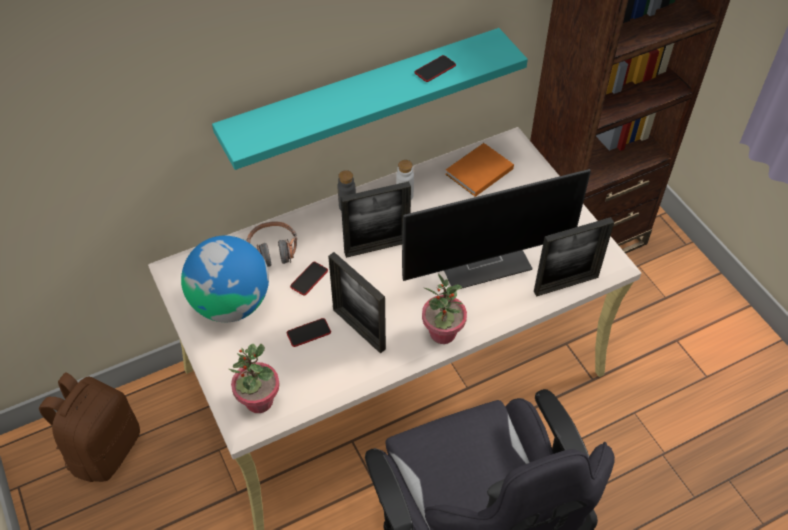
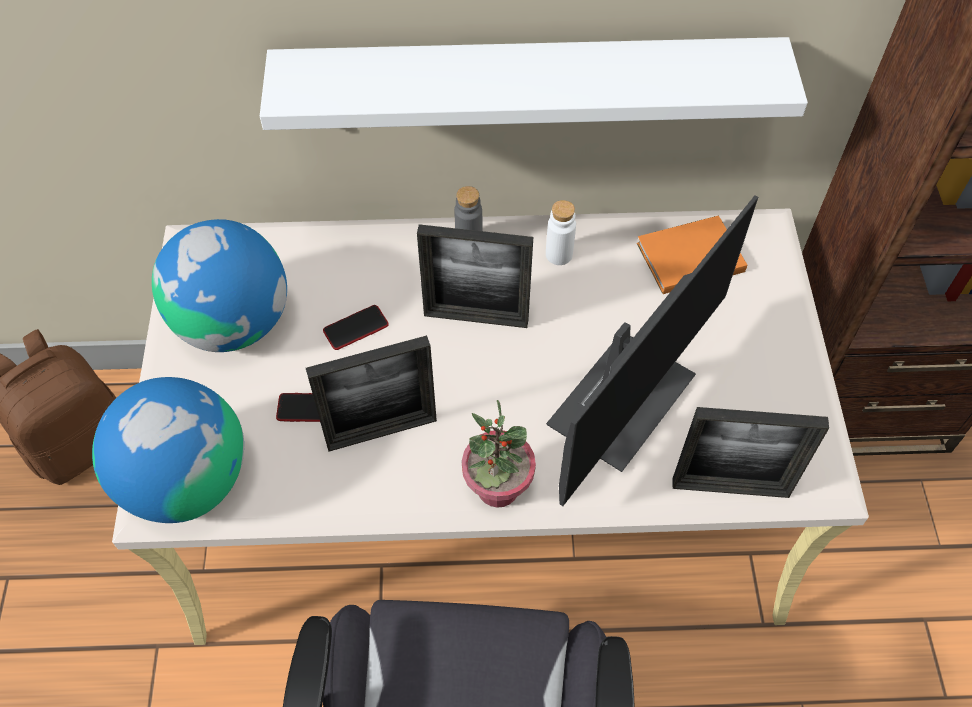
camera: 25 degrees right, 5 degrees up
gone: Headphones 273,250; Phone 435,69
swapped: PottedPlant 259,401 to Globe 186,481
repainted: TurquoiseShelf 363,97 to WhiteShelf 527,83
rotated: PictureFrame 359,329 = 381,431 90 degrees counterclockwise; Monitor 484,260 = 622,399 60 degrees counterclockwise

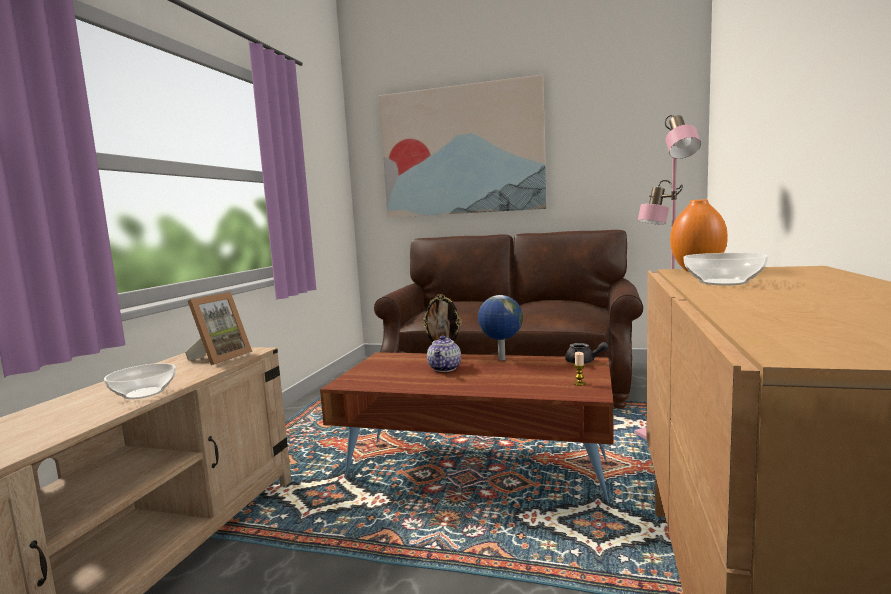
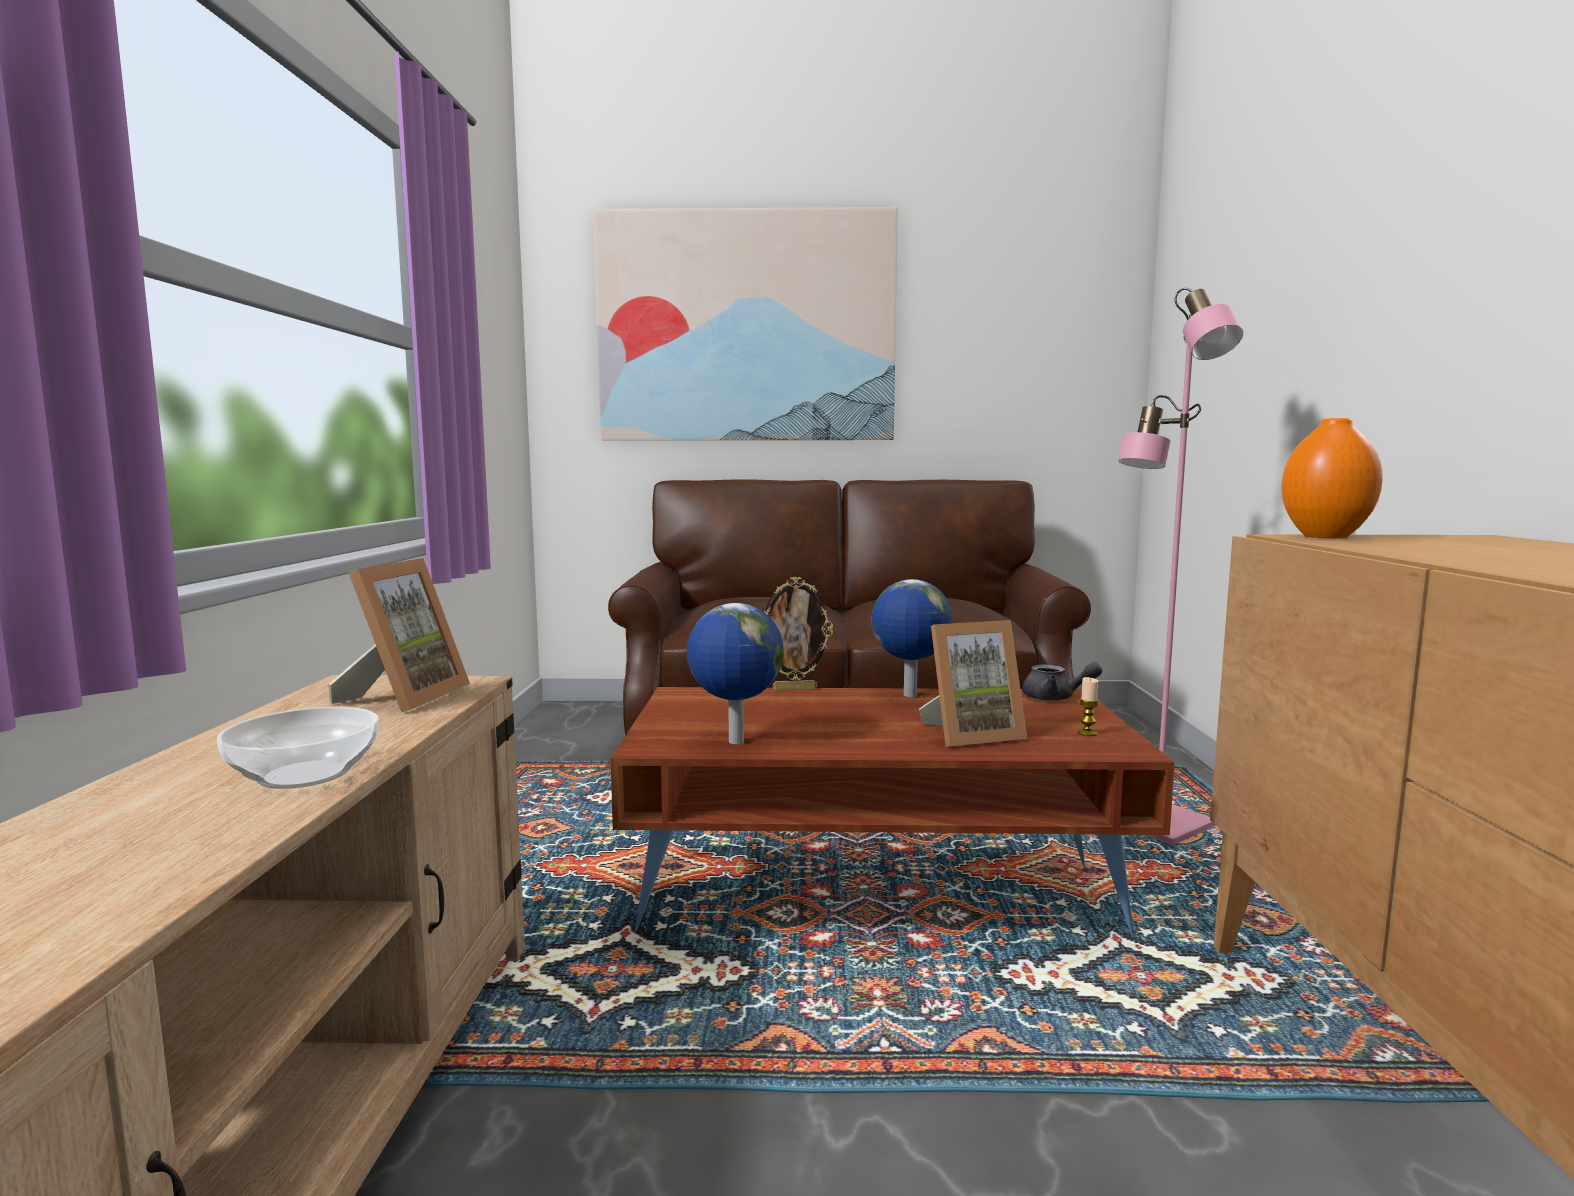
camera: 15 degrees left, 0 degrees up
gone: Teapot 445,368; Bowl 724,282
new: Globe 735,742; PictureFrame 970,734

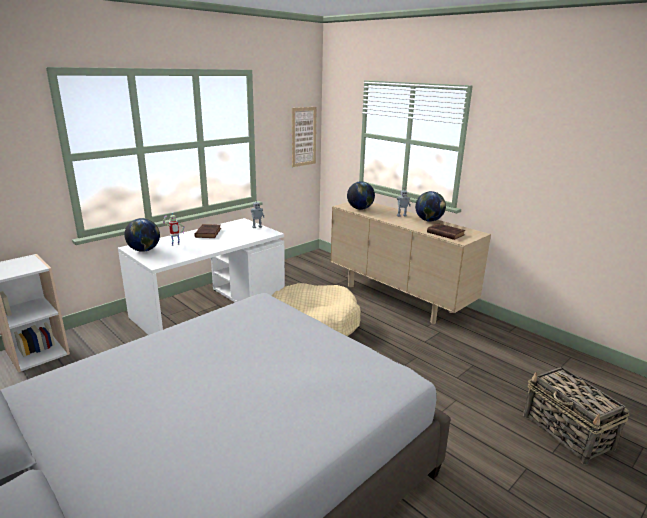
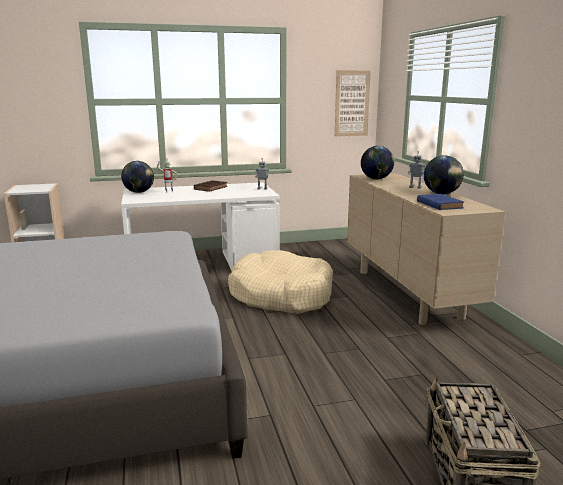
camera: 30 degrees right, 5 degrees down
repainted: BrownBook 444,233 to BlueBook 438,204

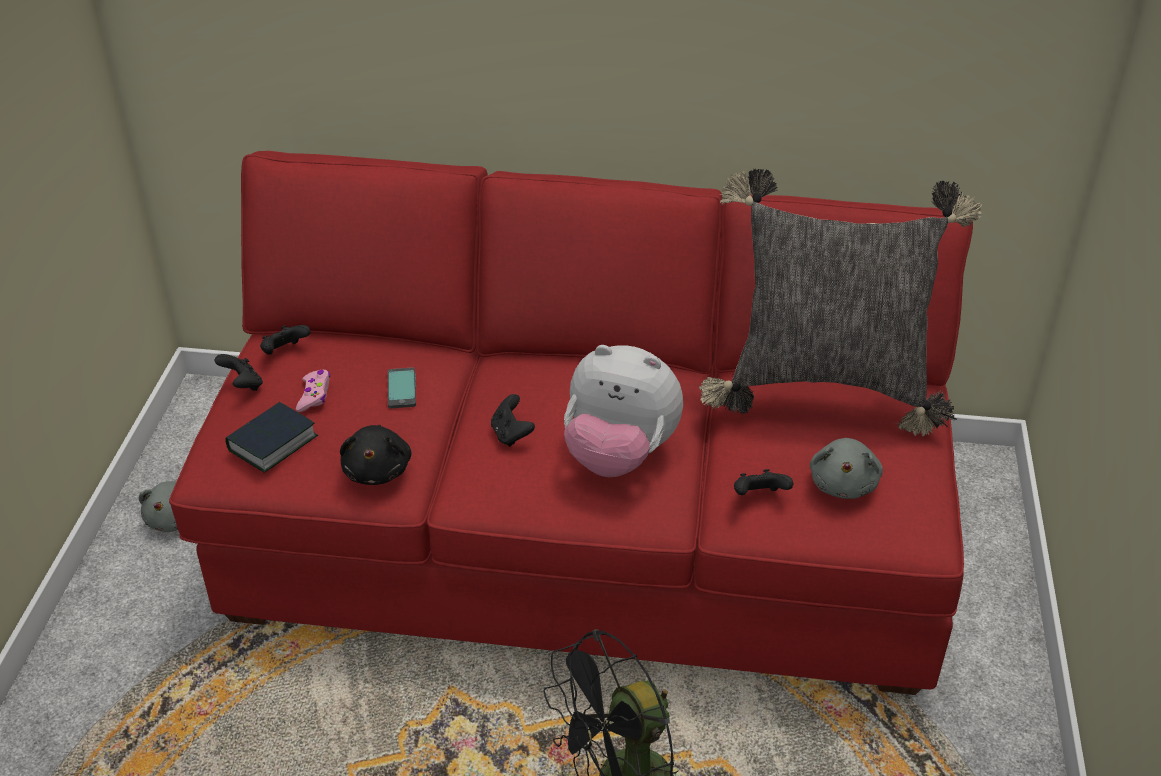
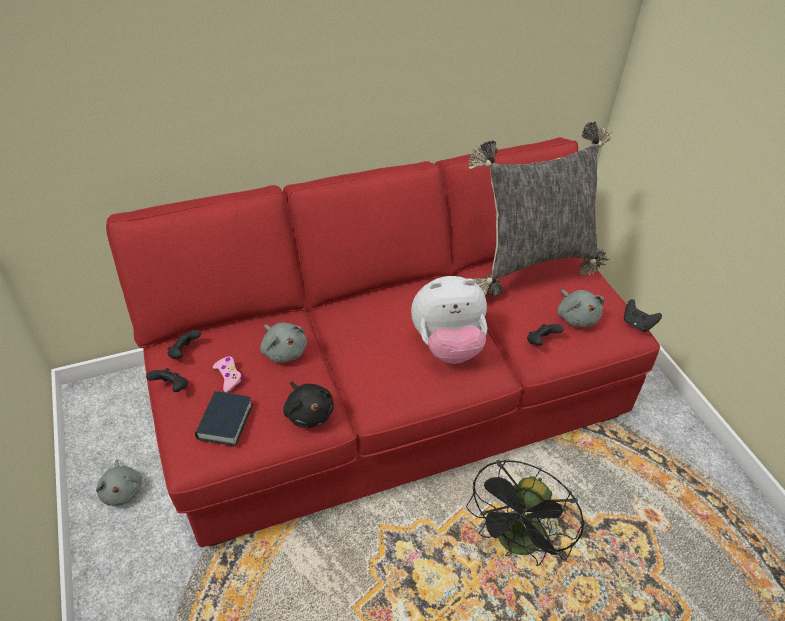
camera: 30 degrees left, 5 degrees up
shifted: BlackGameController 511,434 to 637,324
swapped: Phone 402,389 to GreyPlushToy 283,350

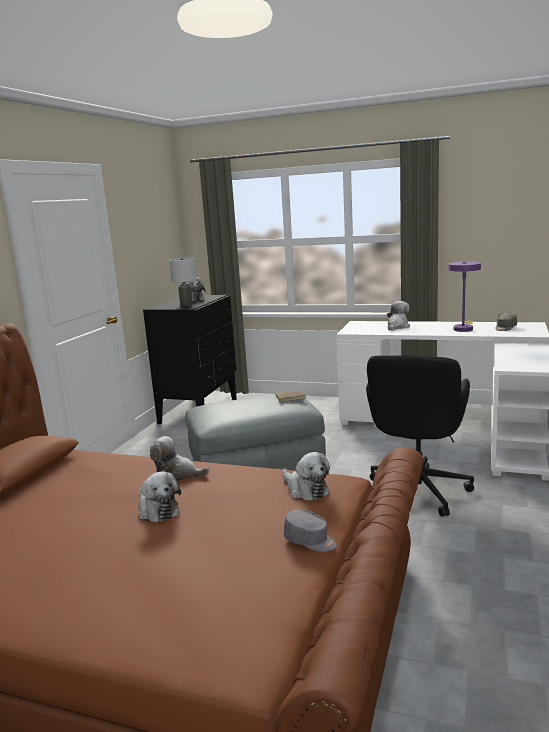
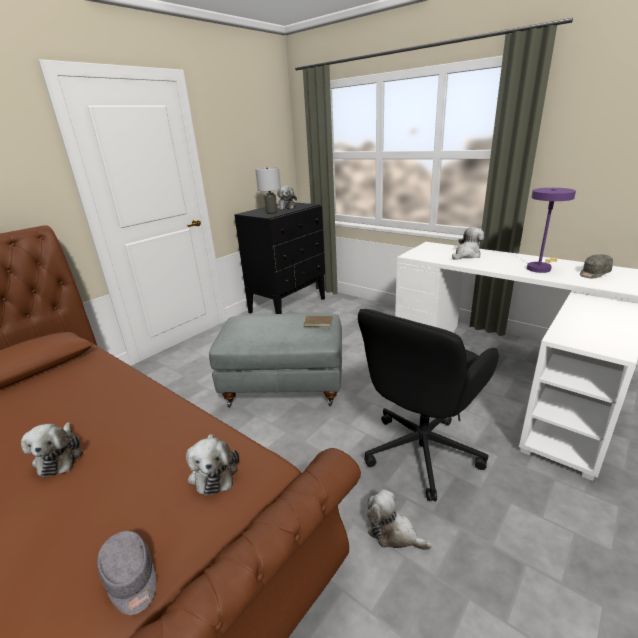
camera: 20 degrees right, 10 degrees up
shifted: PlushToy 177,475 to 393,533

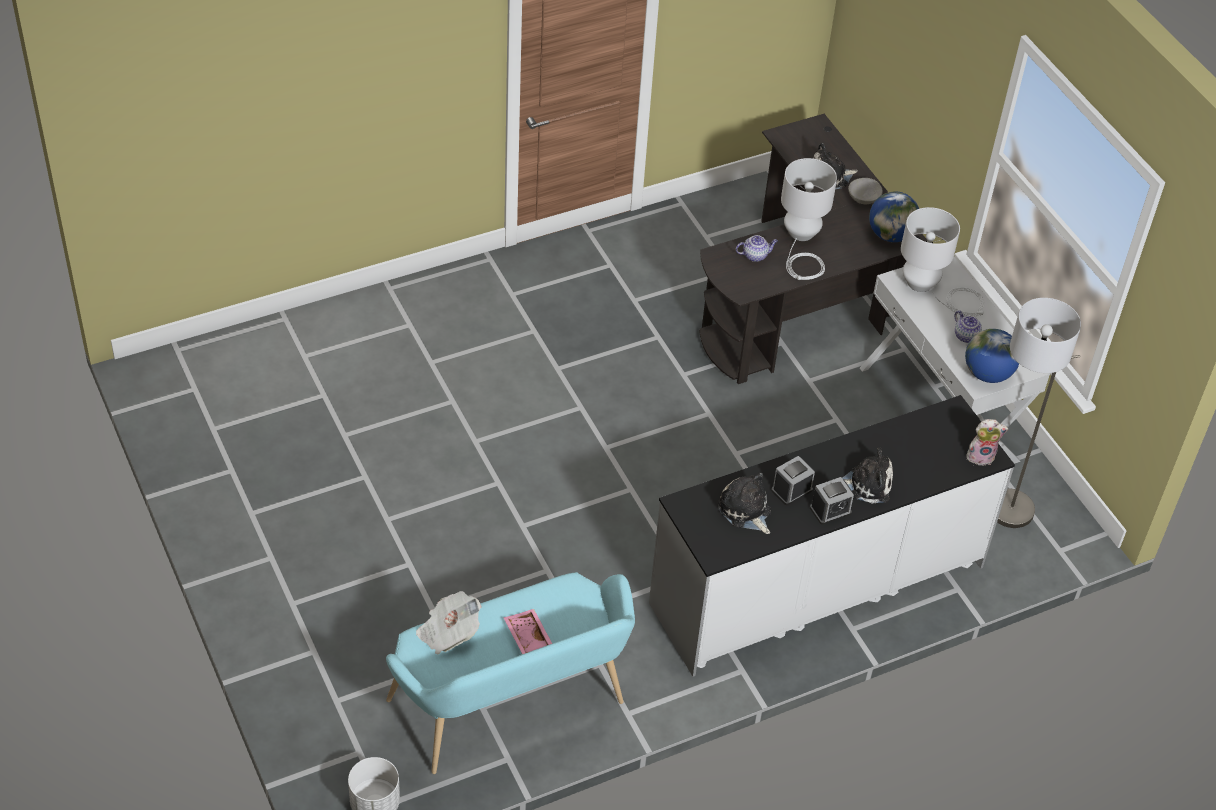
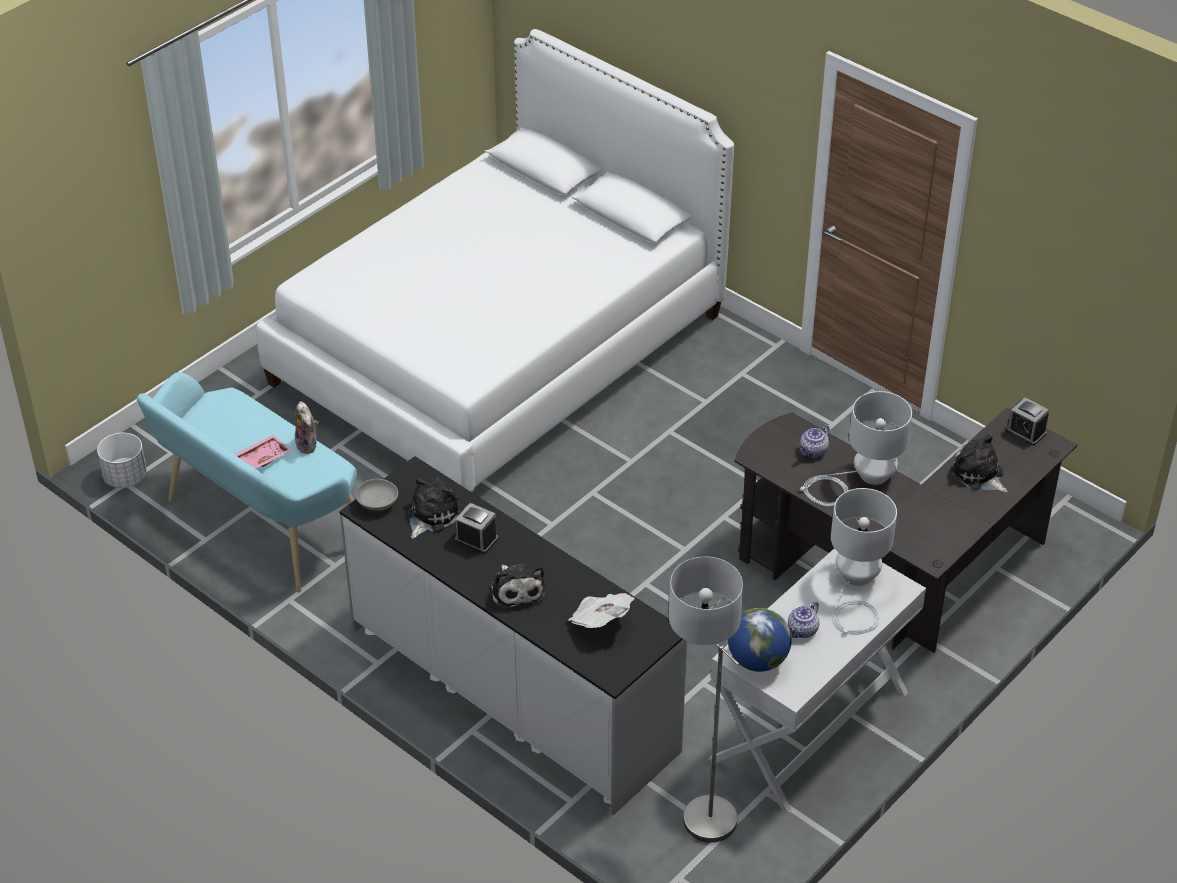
camera: 70 degrees right, 5 degrees down
gone: Globe 890,235
new: WhiteBed 499,348
shifted: Newspaper 448,632 to 600,620; AlarmClock 830,510 to 1025,432; GreyBowl 863,198 to 377,503; PlushToy 981,456 to 308,445
rotated: Teapot 755,255 = 813,451 75 degrees clockwise

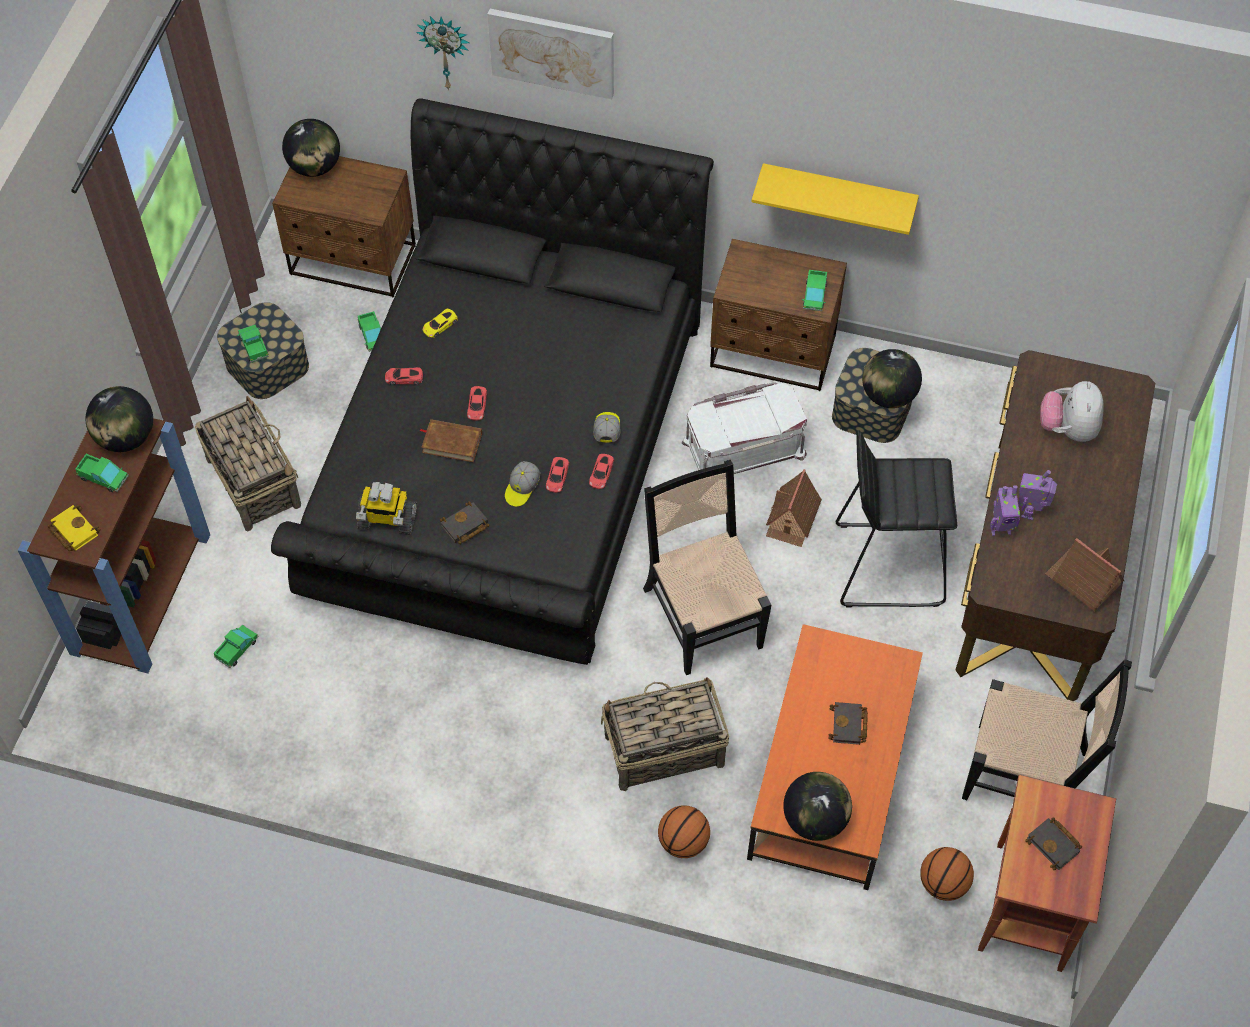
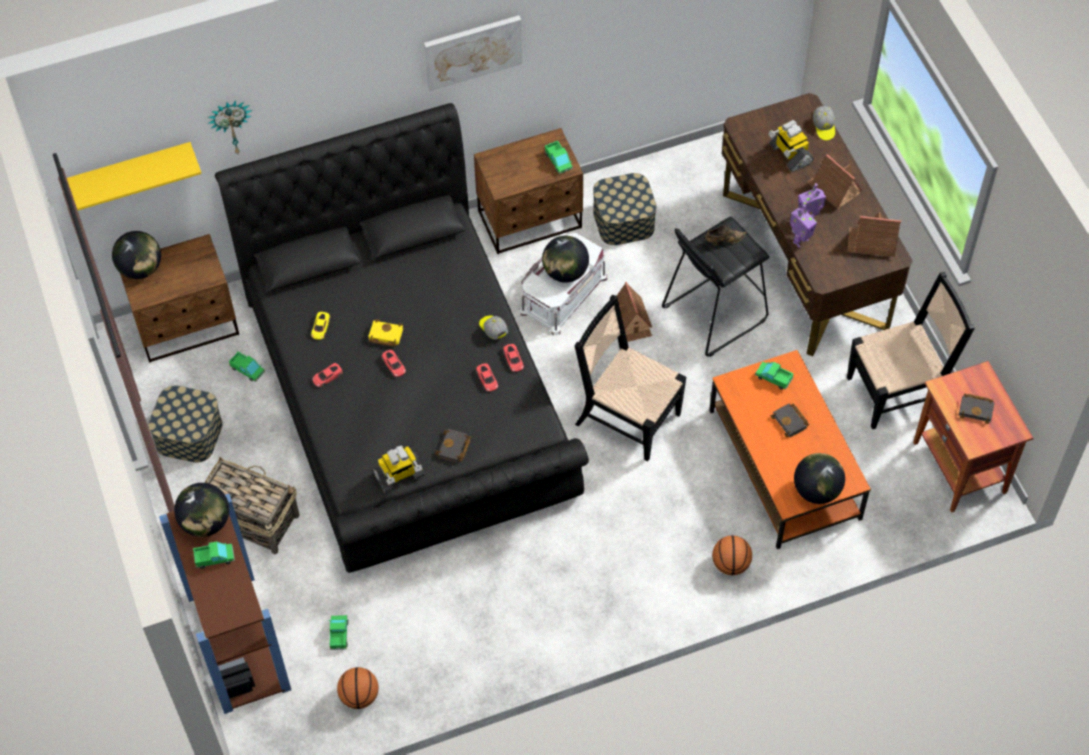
camera: 35 degrees left, 0 degrees up
gone: BrownBook 452,442; Basket 662,750
new: BrownShoe 723,241; ToyHouse 833,189
shifted: YellowBook 72,530 to 384,335; ToyTruck 254,346 to 773,378; Picture 552,51 to 472,51; Cap 522,488 to 824,127; YellowShelf 838,195 to 130,172; Globe 888,395 to 565,272; Basketball 943,883 to 359,696
swapped: PlushToy 1068,429 to ToyRobot 789,154

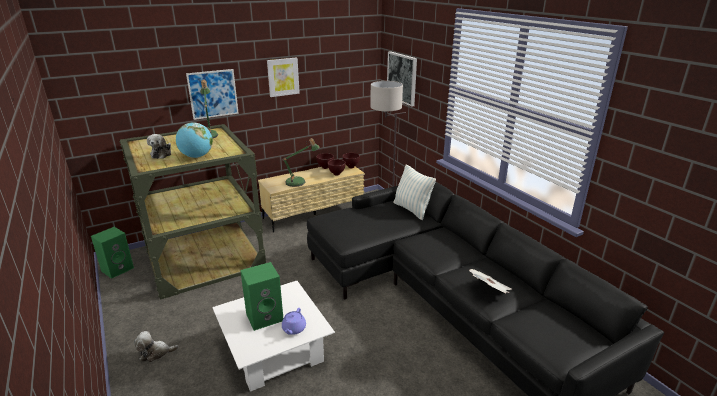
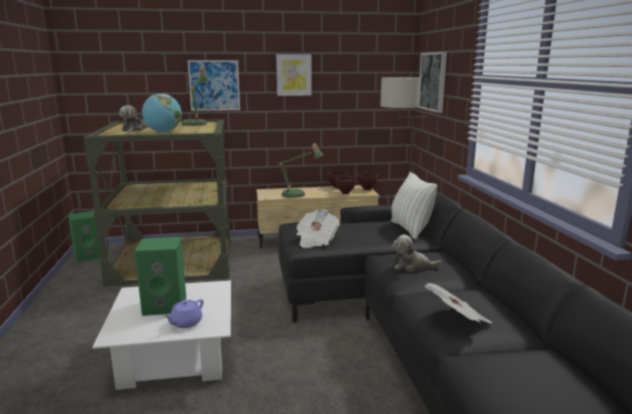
camera: 20 degrees right, 10 degrees down
new: Newspaper 316,240
shifted: PlushToy 155,353 to 412,266

